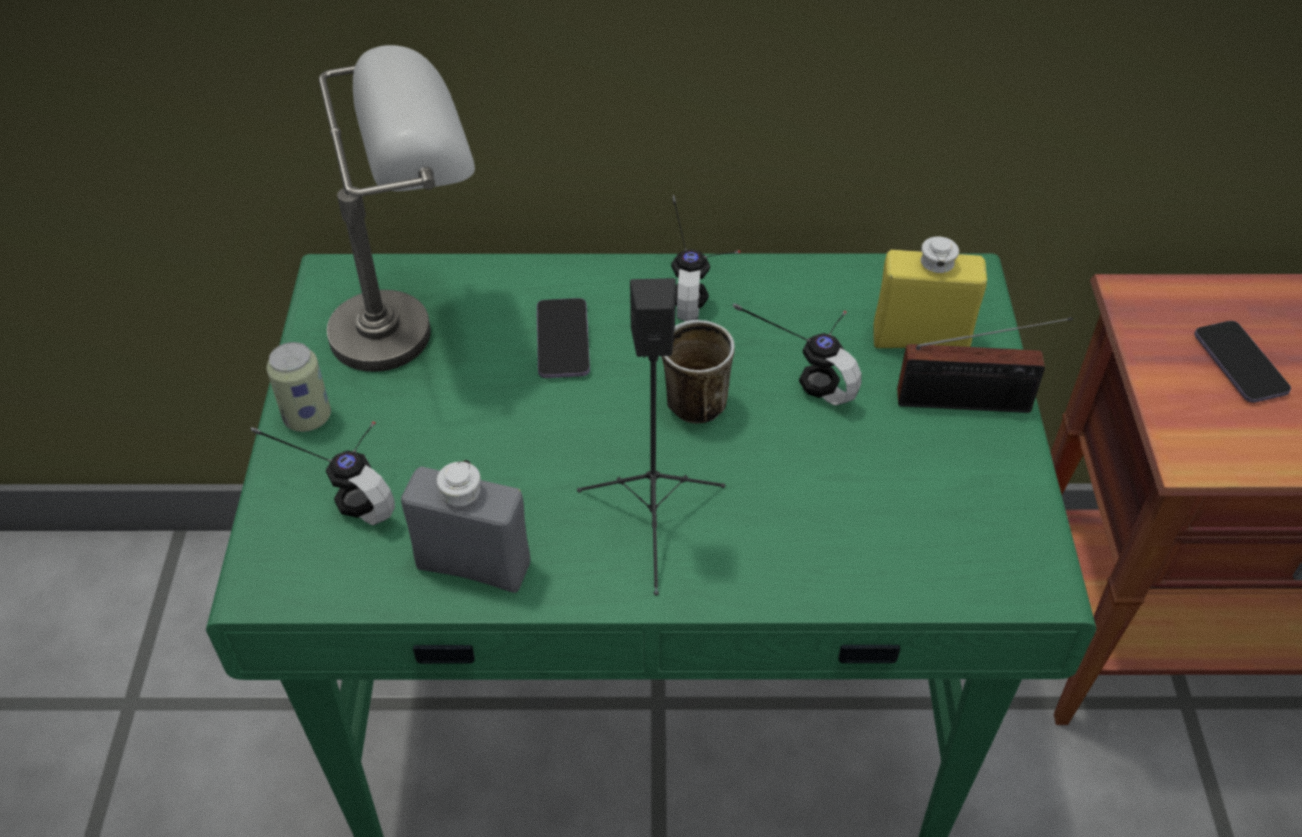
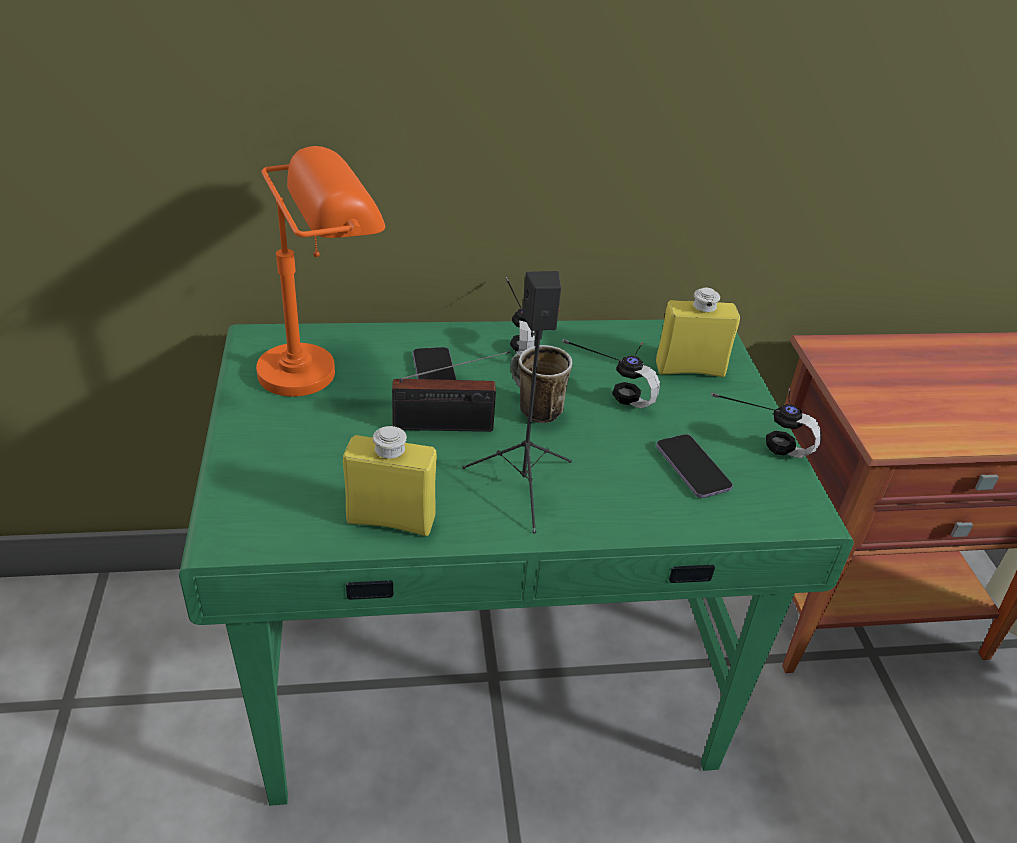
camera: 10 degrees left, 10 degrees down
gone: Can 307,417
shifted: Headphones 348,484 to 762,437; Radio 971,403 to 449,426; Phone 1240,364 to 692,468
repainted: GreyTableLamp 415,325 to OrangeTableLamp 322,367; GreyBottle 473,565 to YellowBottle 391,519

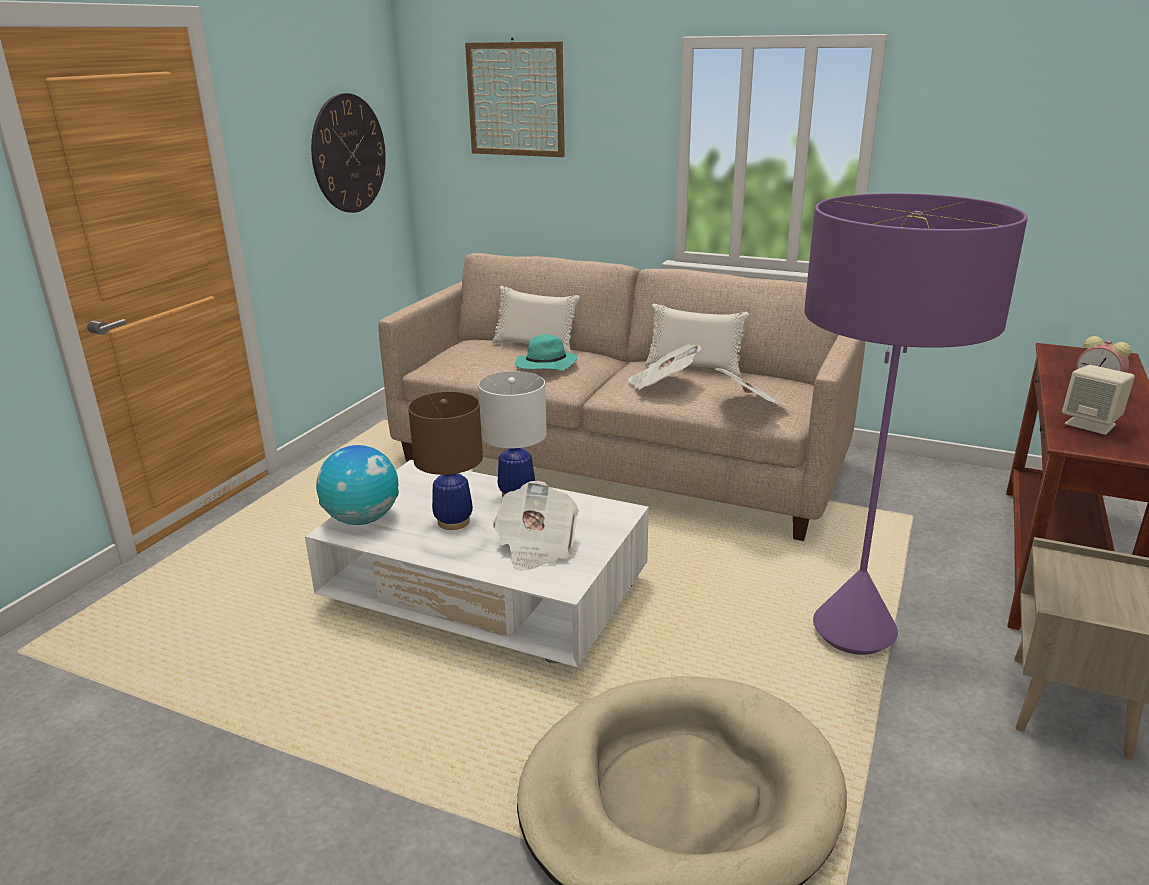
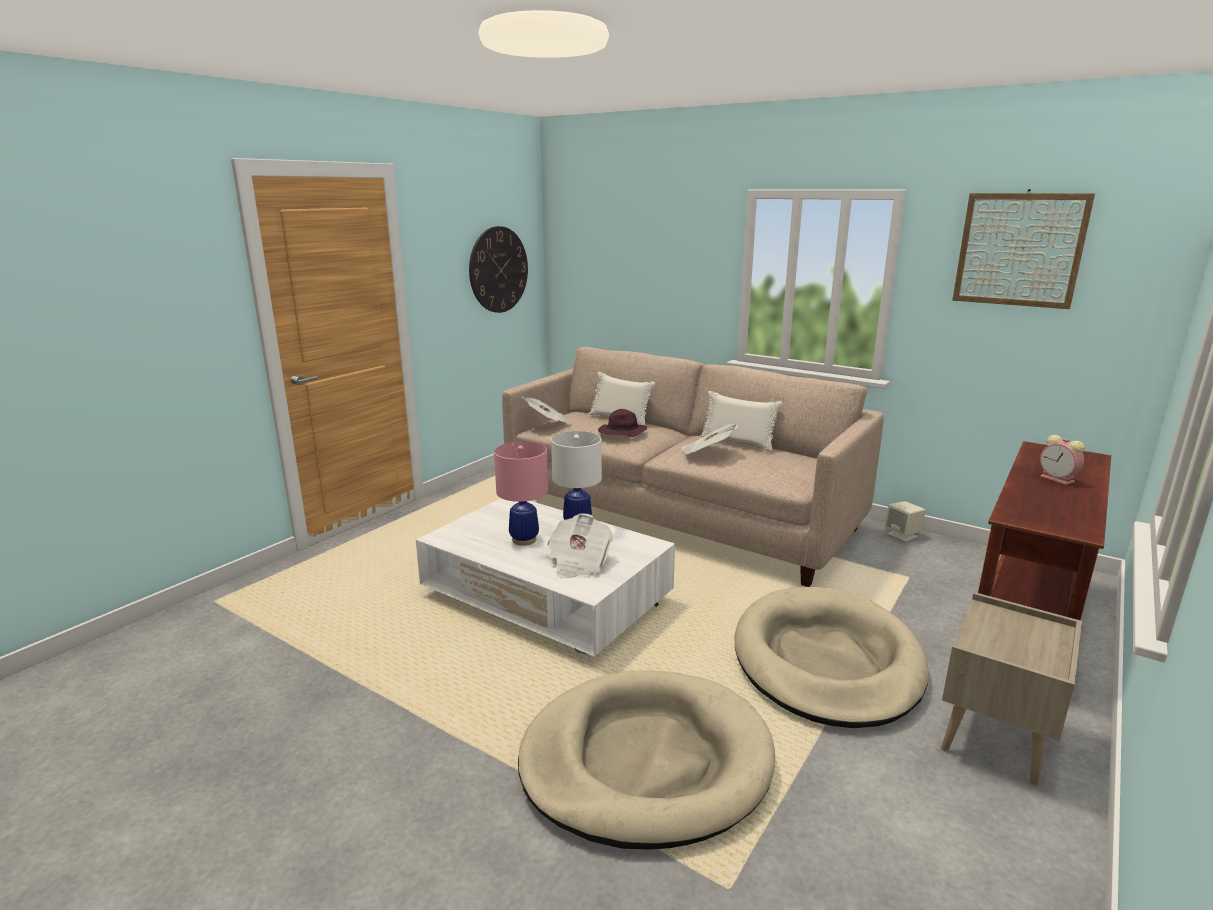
camera: 10 degrees right, 5 degrees down
gone: Globe 362,519
shifted: Picture 516,97 to 1019,248; Newspaper 750,405 to 547,423; BeigeSpeaker 1091,424 to 902,535
swapped: PurpleFloorLamp 853,635 to BeigeDogBed 826,661
repainted: BrownTableLamp 453,522 to PinkTableLamp 524,540; TurquoiseHat 545,365 to PurpleHat 621,433

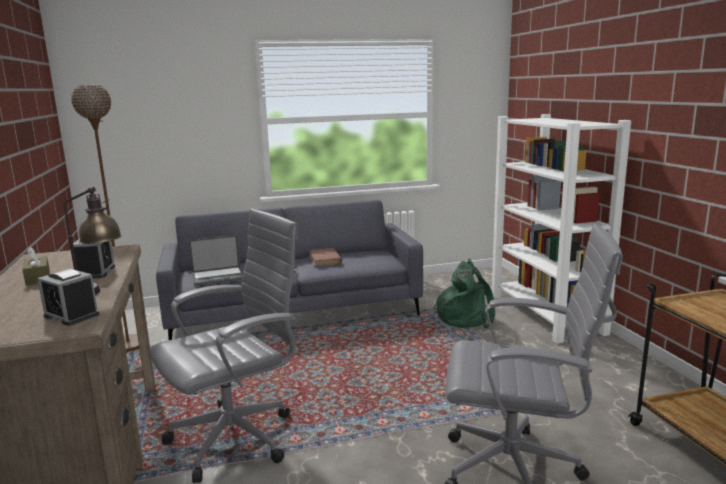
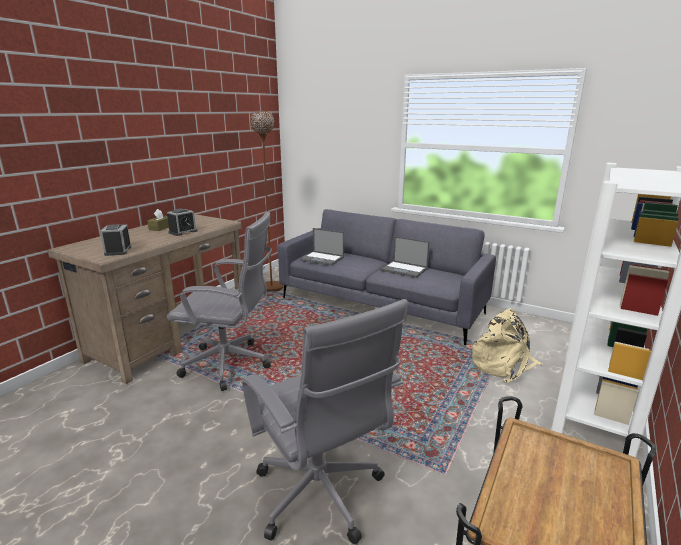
camera: 45 degrees right, 5 degrees up
gone: TableLamp 95,293
swapped: BrownBook 325,260 to Laptop 405,269
repainted: GreenBackpack 465,317 to BeigeBackpack 503,365

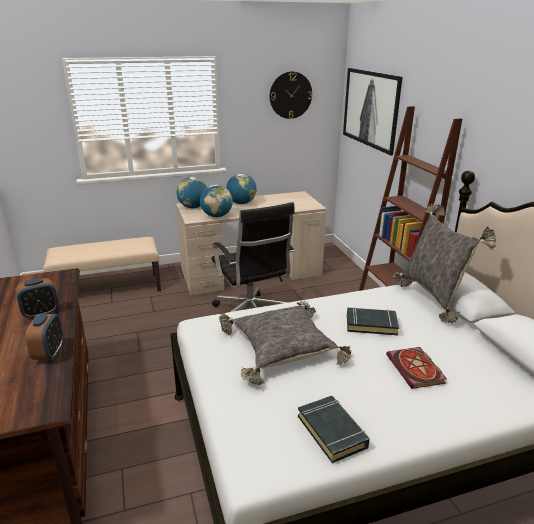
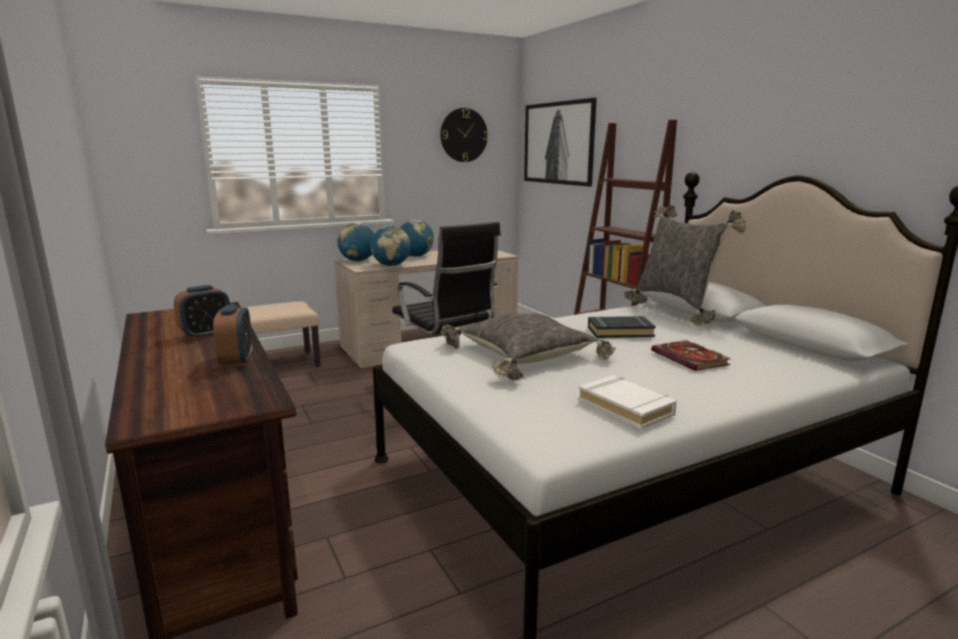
camera: 10 degrees left, 10 degrees down
repainted: BlackBook 332,431 to WhiteBook 626,407

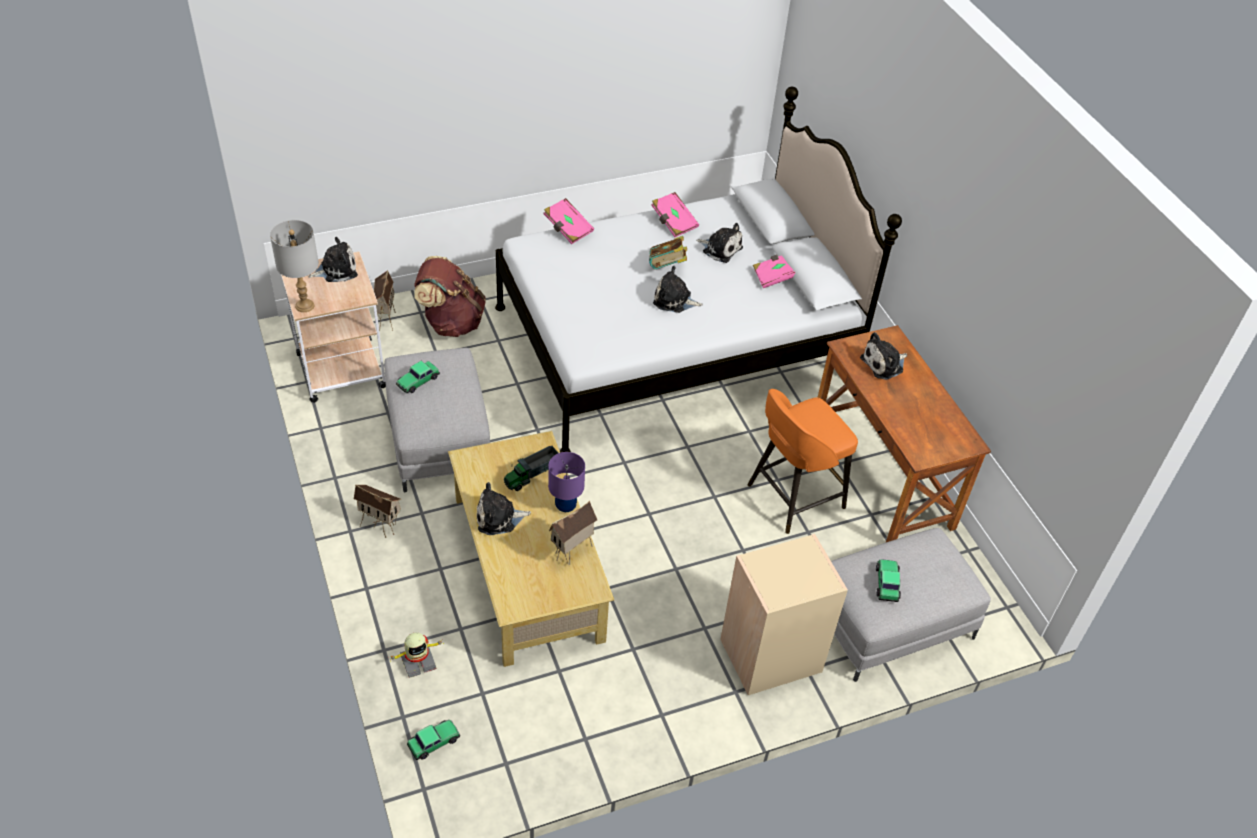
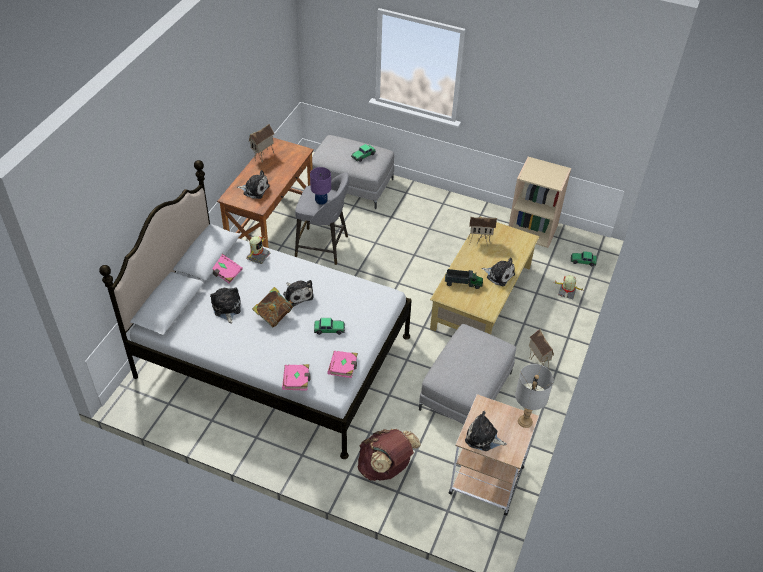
camera: 135 degrees left, 0 degrees up
new: ToyRobot 257,256
shifted: ToyHouse 385,319 to 264,157; ToyCar 418,381 to 329,329; PurpleTableLamp 566,507 to 321,201; PinkBook 673,222 to 343,369; BeigeBookcase 770,656 to 533,230
repainted: OrangeStool 793,497 to GreyStool 323,246

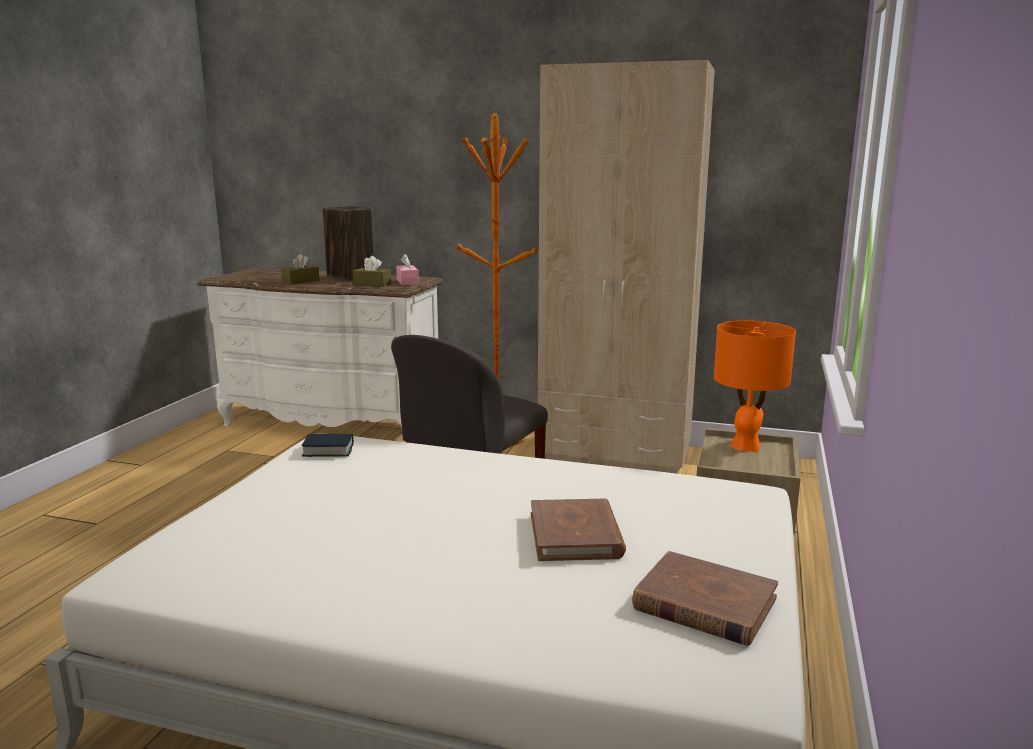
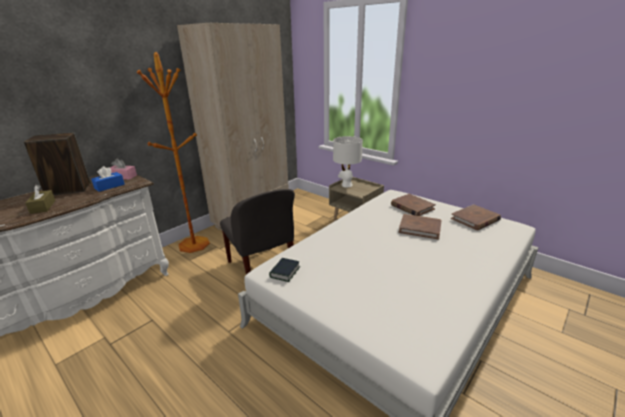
camera: 65 degrees left, 10 degrees up
new: BrownBook 412,207
repainted: BrownTissueBox 372,284 to BlueTissueBox 109,186; OrangeTableLamp 746,446 to WhiteTableLamp 346,185

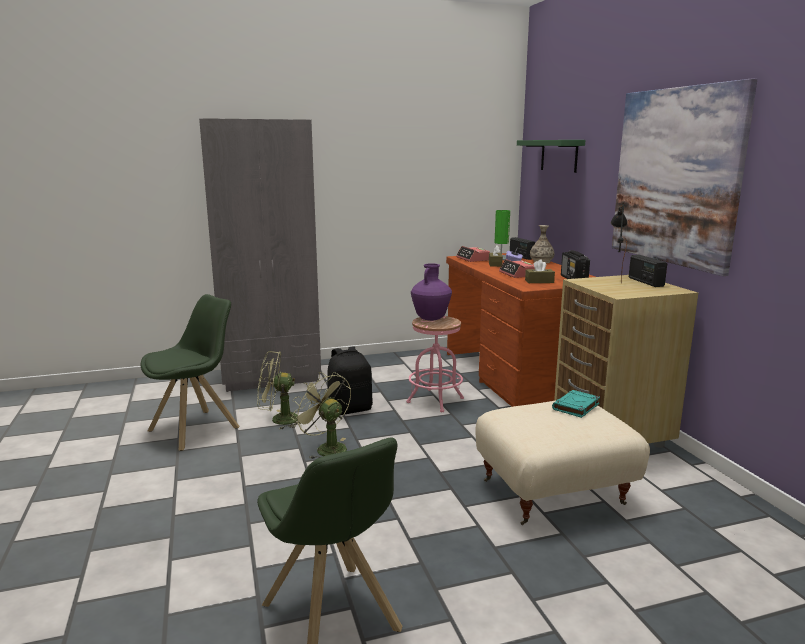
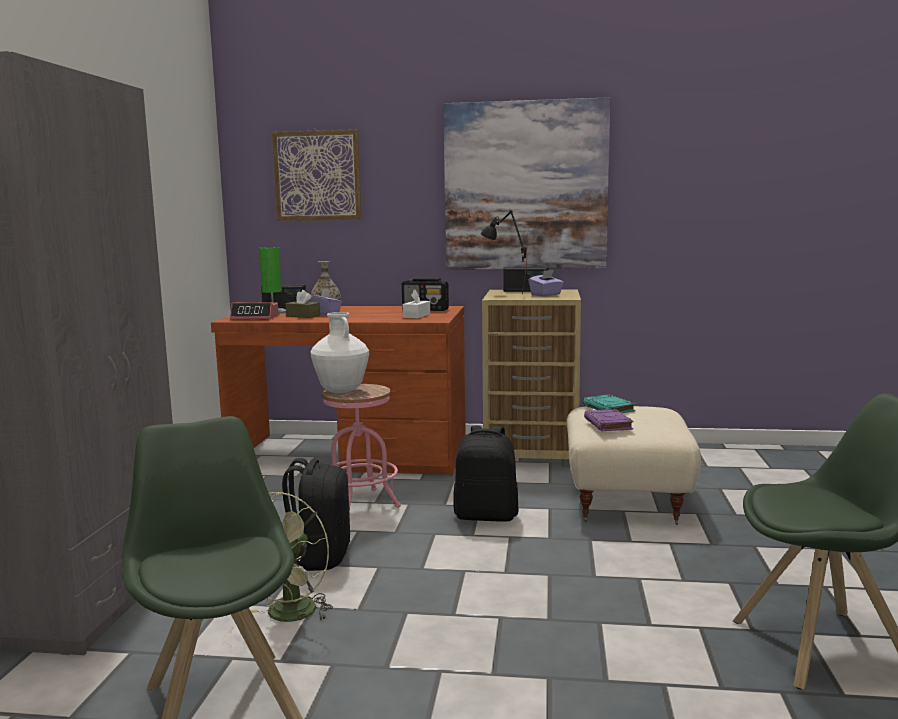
camera: 65 degrees left, 5 degrees down
gone: GreenFan 326,448; AlarmClock 518,274
new: BlackBackpack 486,516; PurpleTissueBox 546,295; PurpleBook 608,424
swapped: GreenShelf 559,155 to Picture 317,174
repainted: PurpleVase 431,319 to WhiteVase 341,391; BrownTissueBox 539,281 to WhiteTissueBox 416,316

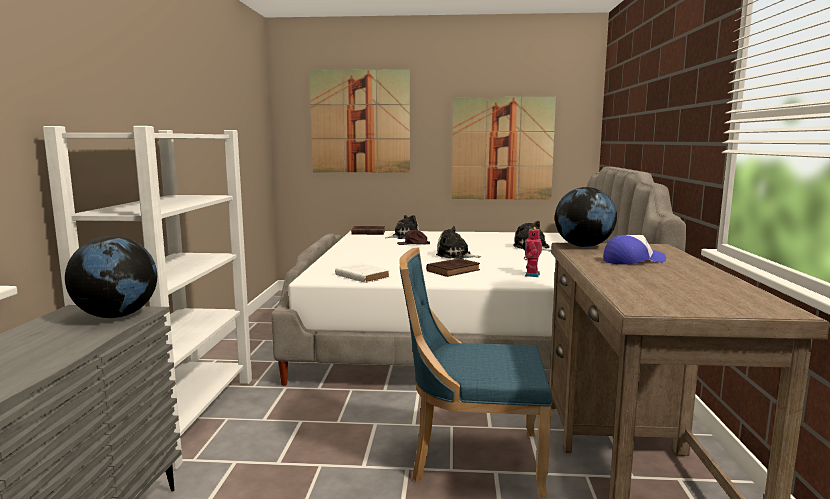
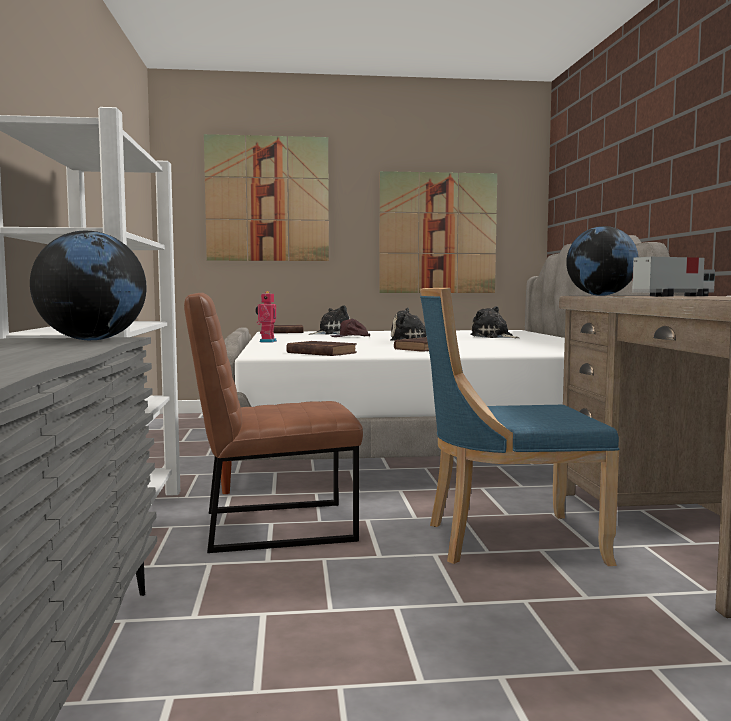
camera: 10 degrees left, 5 degrees down
new: BrownChair 273,526
shifted: ToyRobot 531,275 to 266,341
swapped: Cap 633,261 to ToyTruck 673,296
repainted: WhiteBook 361,276 to BrownBook 320,353

